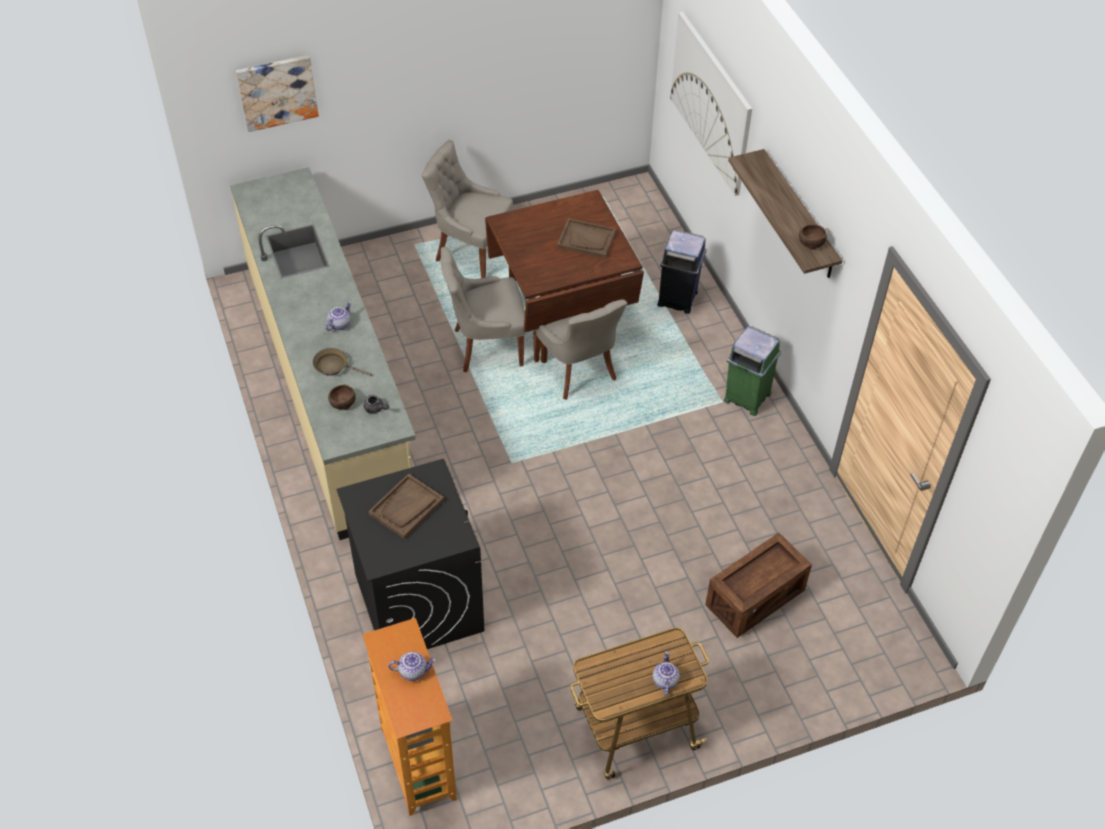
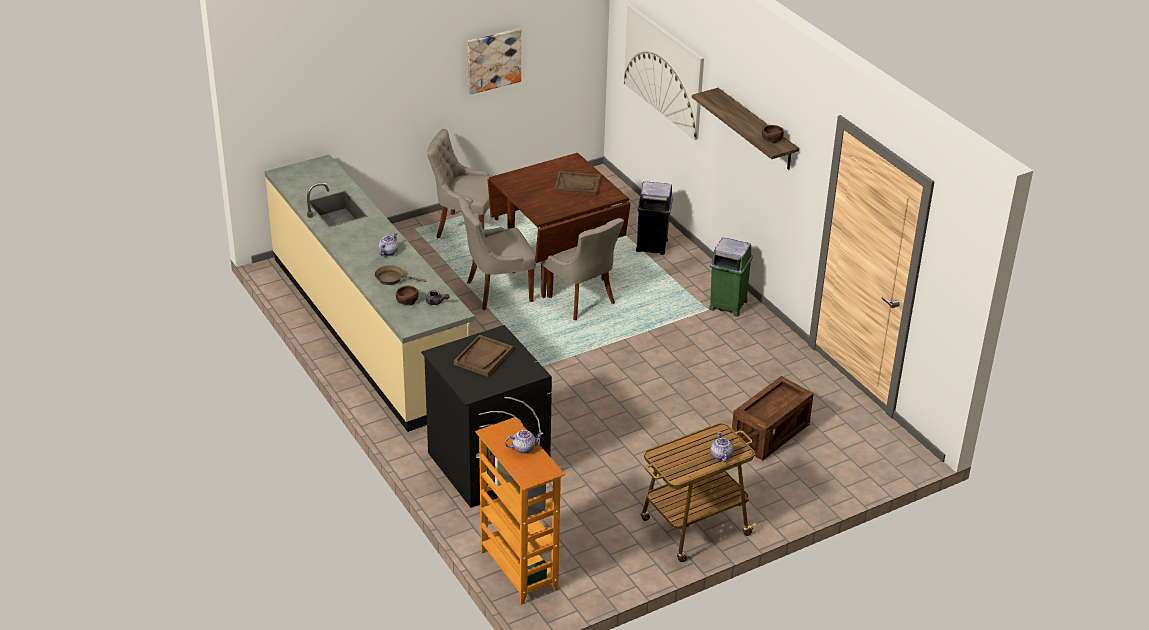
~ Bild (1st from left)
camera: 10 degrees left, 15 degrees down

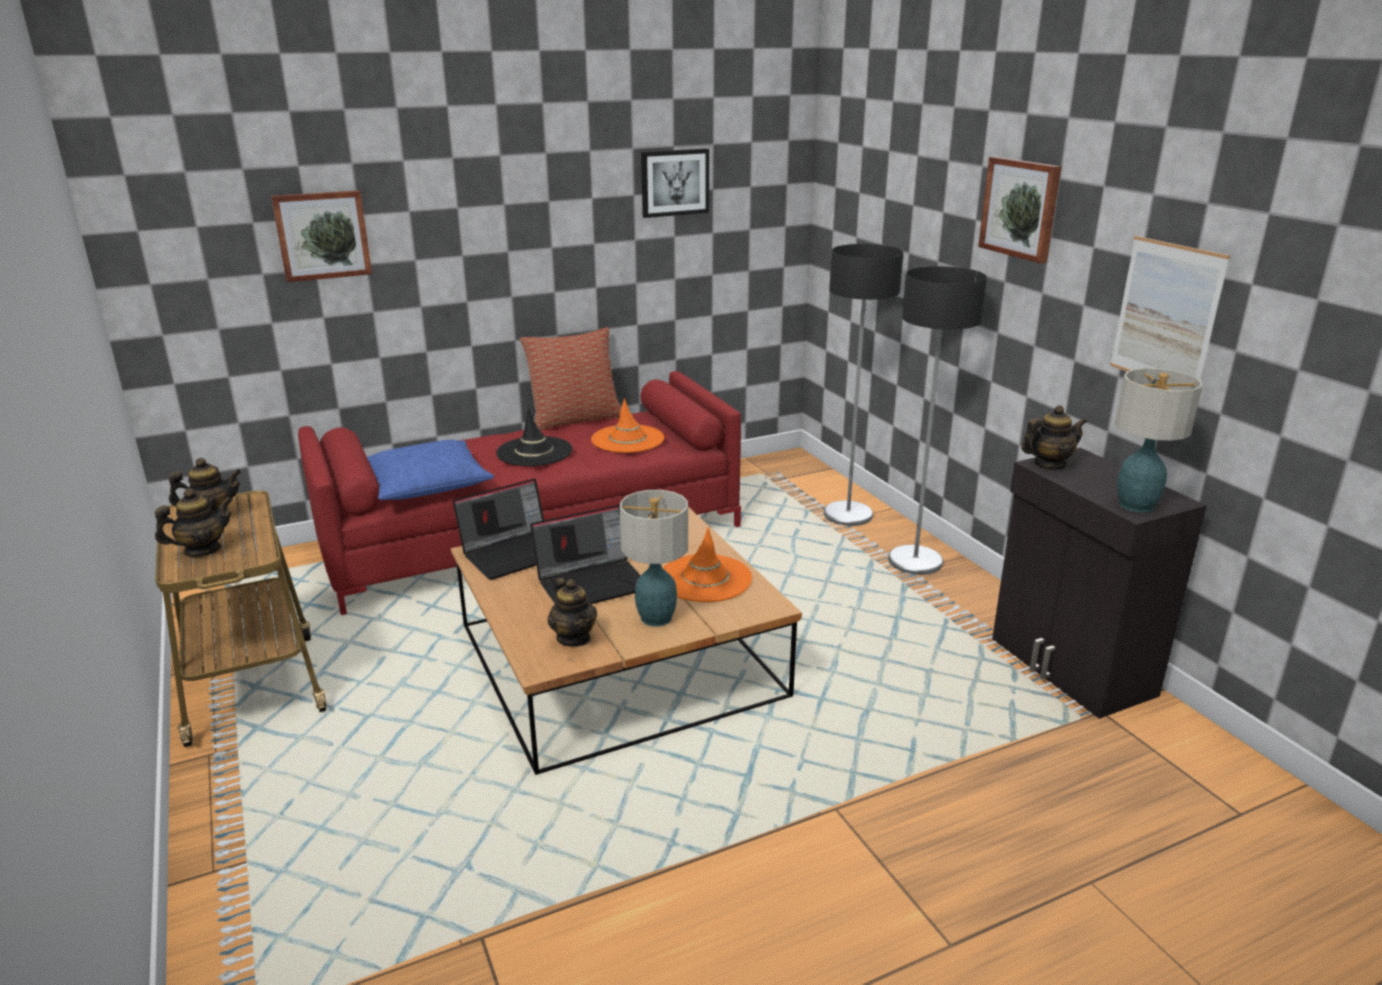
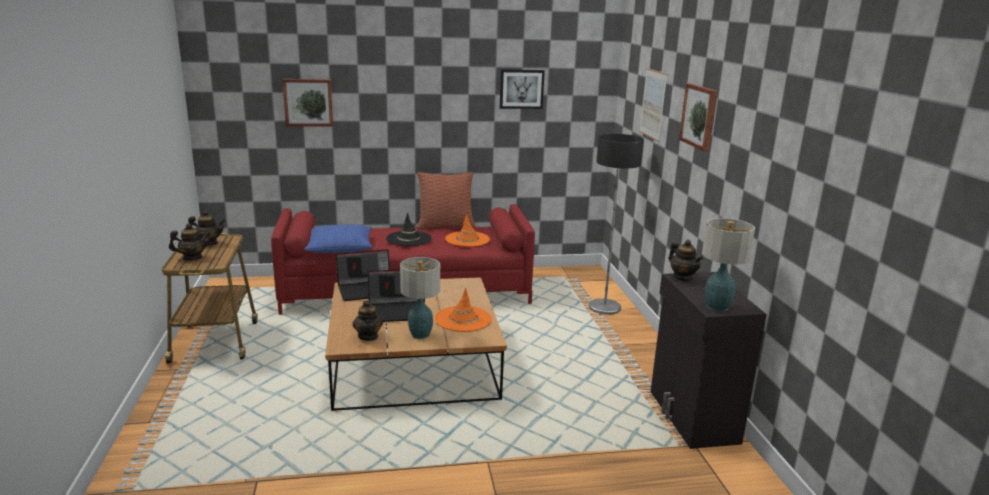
~ Bild (4th from left in the first image) to Bild (3rd from left)
~ Teekanne (4th from left) 60 degrees clockwise
- Stehlampe (2nd from left)
camera: 15 degrees right, 5 degrees down

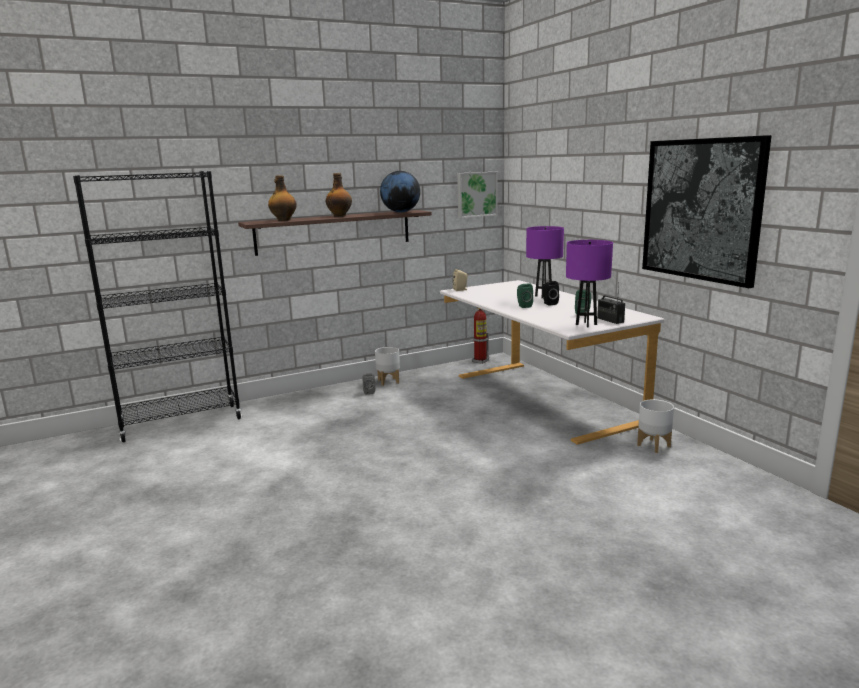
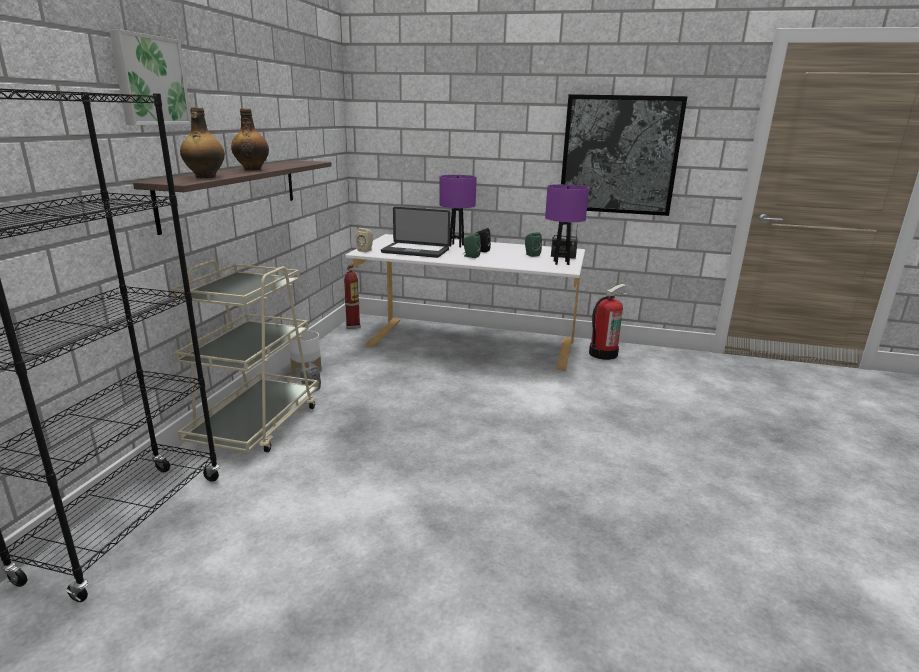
~ Bild (1st from left)
+ Rollwagen/beige
+ Laptop
~ Pflanzkübel/weiß (2nd from left) to Feuerlöscher (2nd from left)
- Globus
camera: 50 degrees left, 5 degrees up

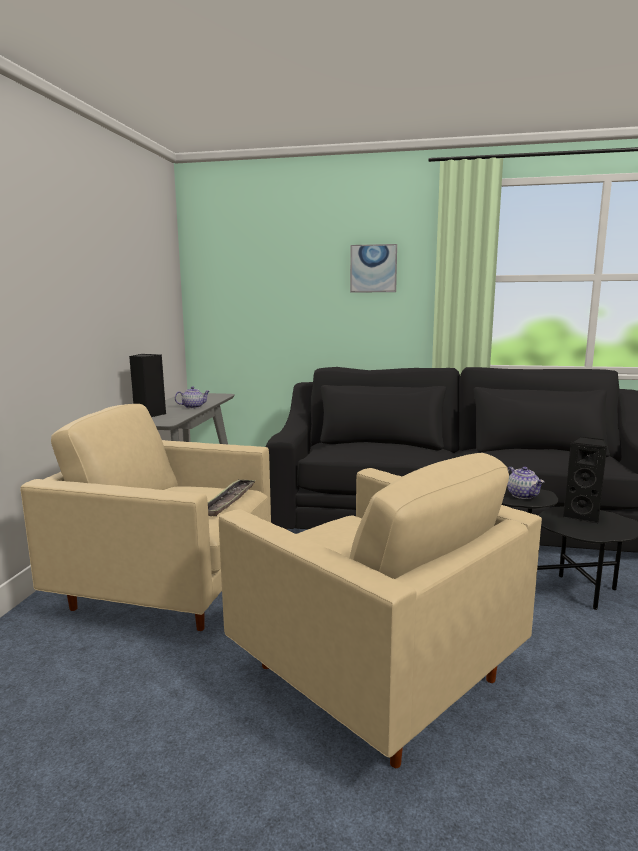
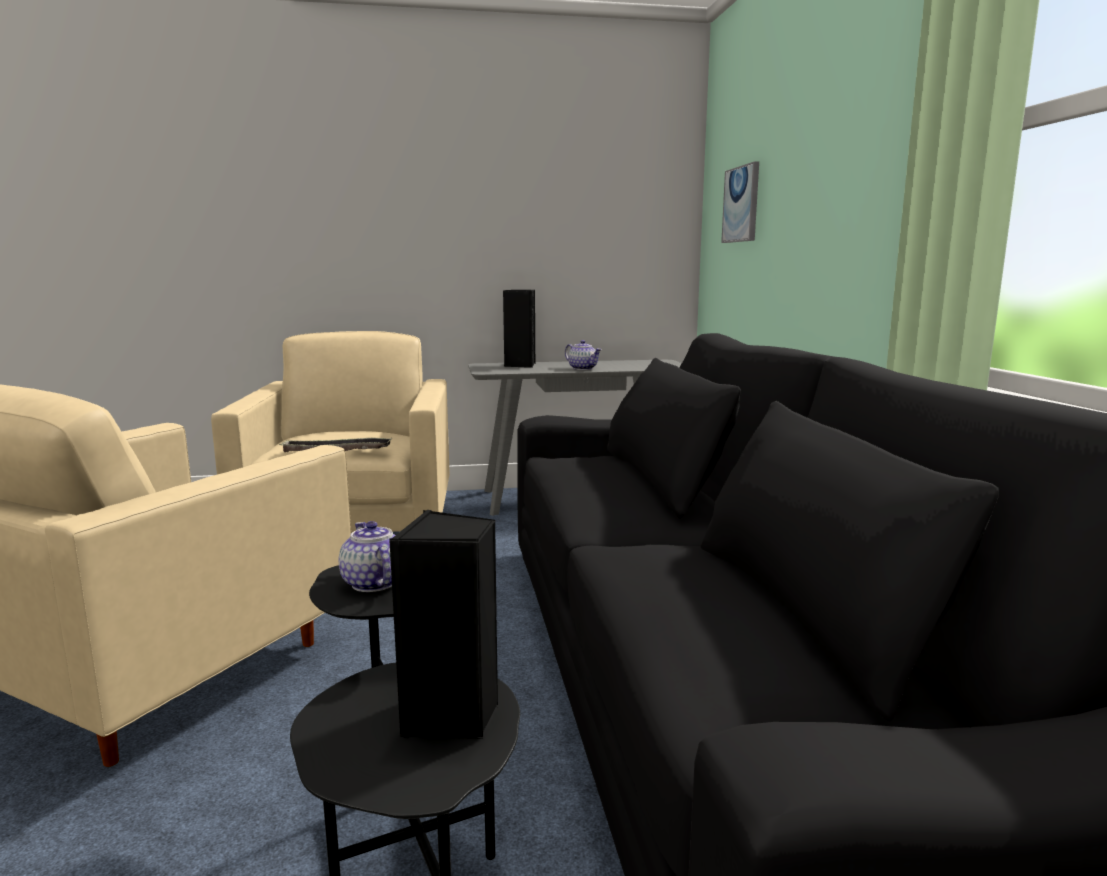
~ Teekanne (2nd from left in the first image) 105 degrees clockwise
~ Bild
camera: 70 degrees right, 0 degrees up

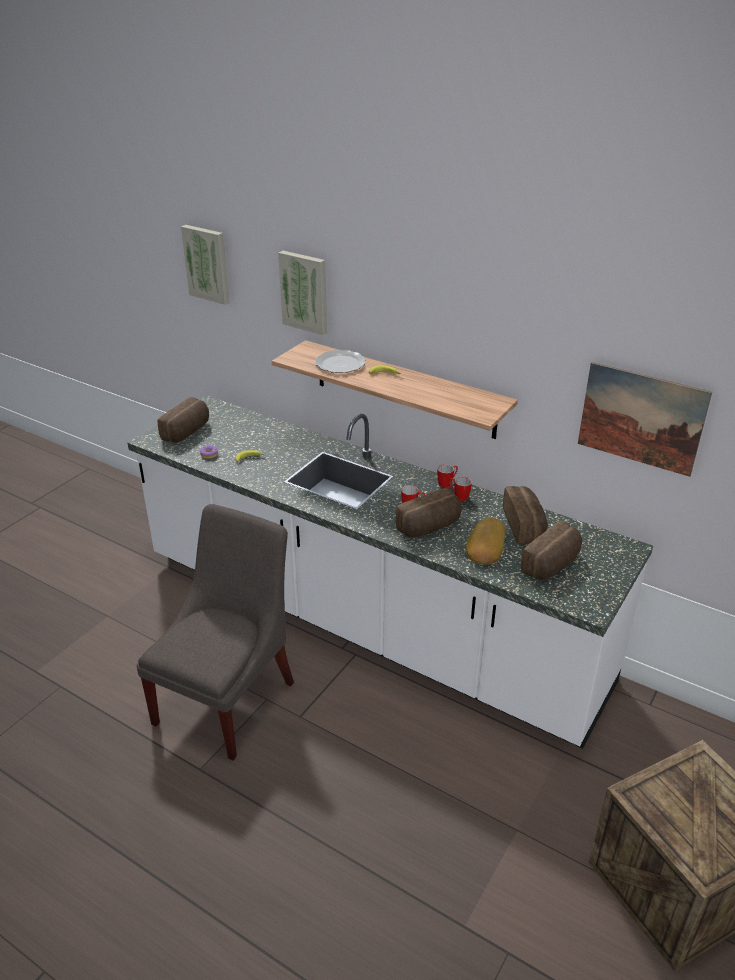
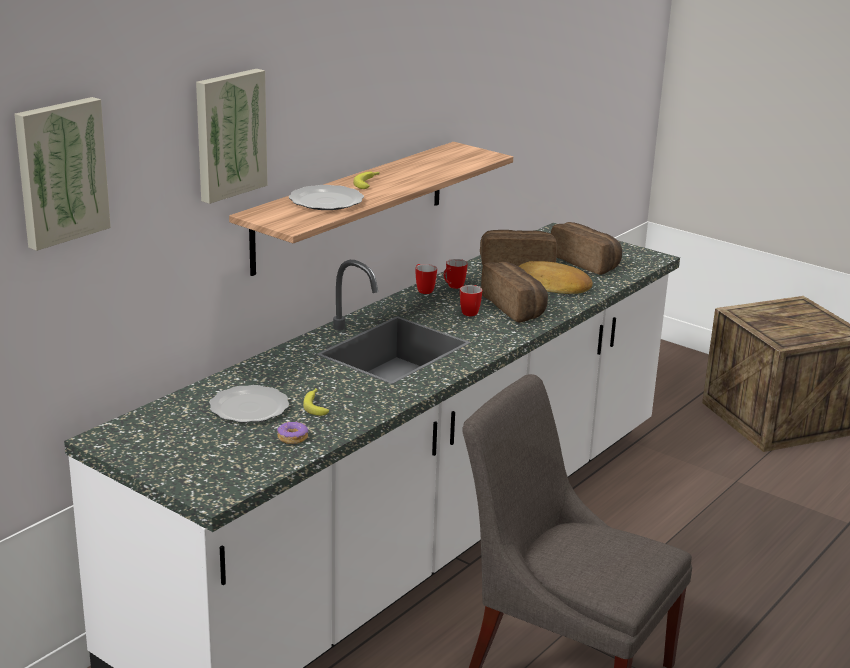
+ Teller (1st from left)
- Brot (1st from left)
- Bild (3rd from left)
camera: 85 degrees left, 10 degrees down

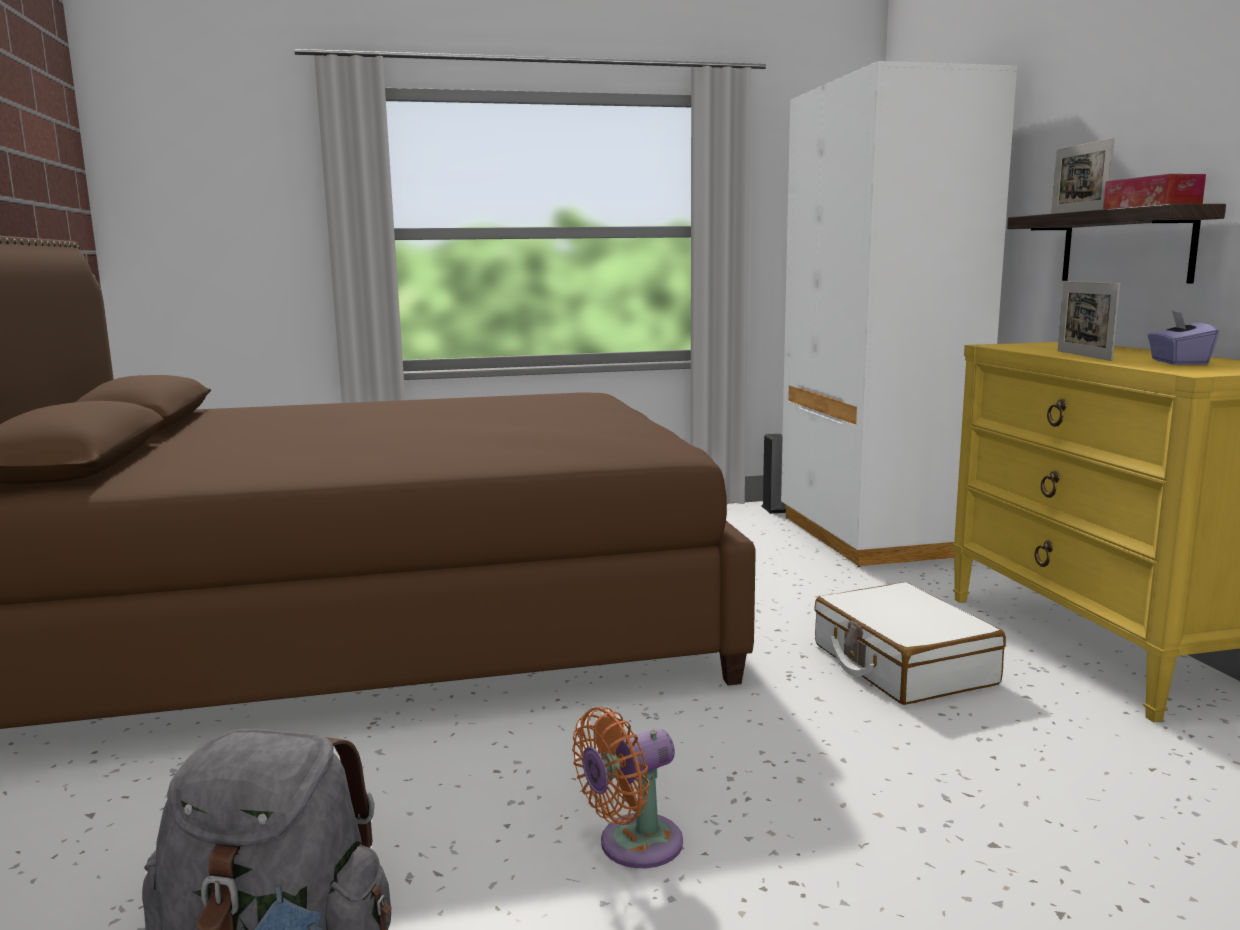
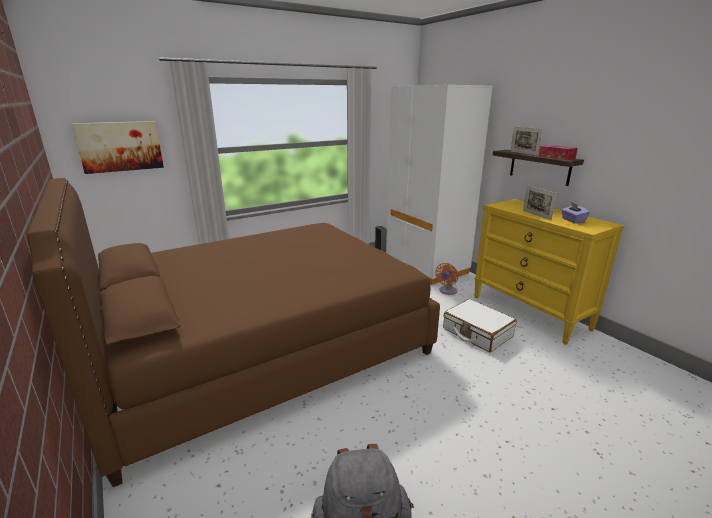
+ Bild
~ Ventilator/orange
camera: 20 degrees left, 10 degrees up

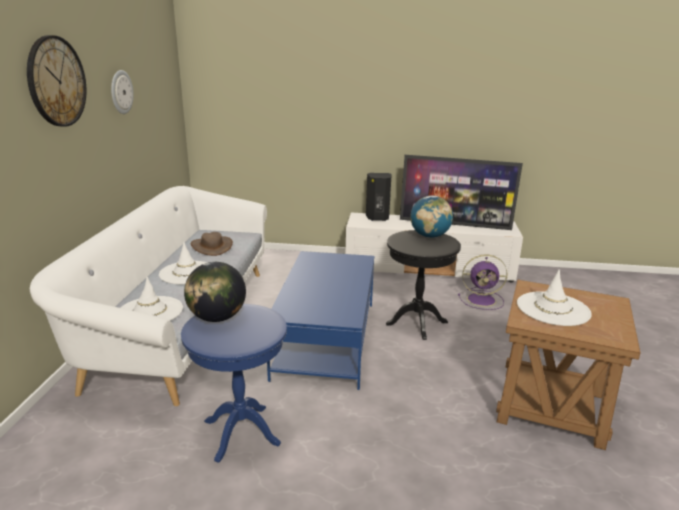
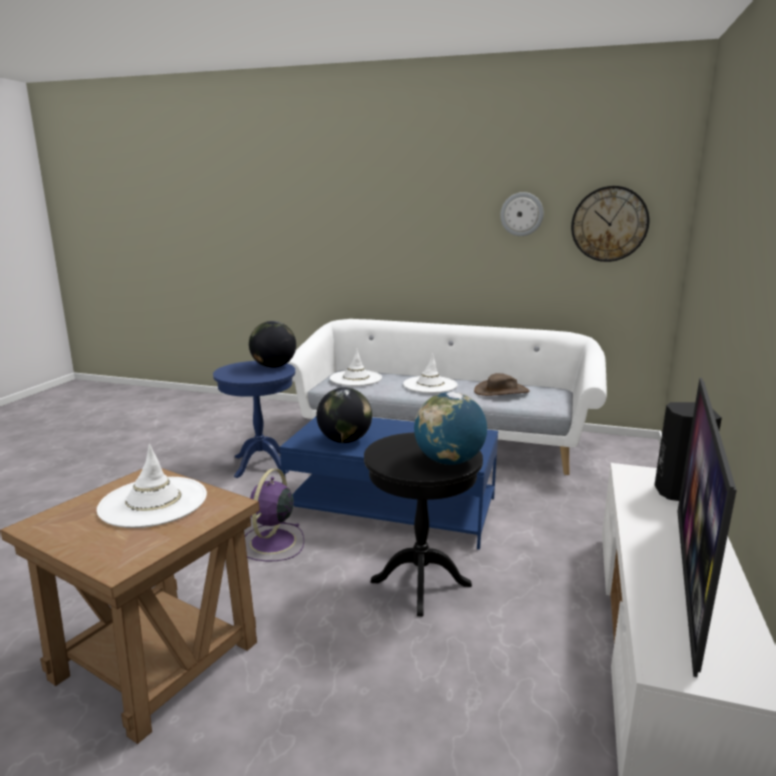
~ Ventilator/lila
+ Globus (2nd from left)
~ Wanduhr (1st from left in the first image) to Wanduhr (2nd from left)
camera: 100 degrees right, 5 degrees down

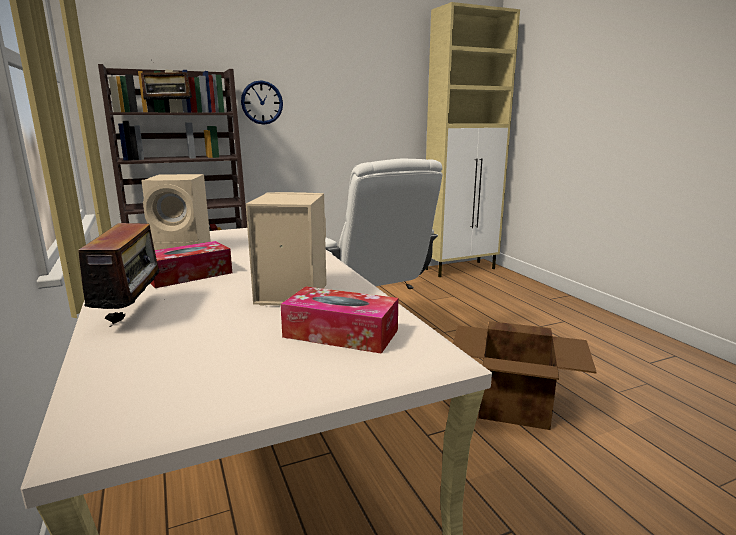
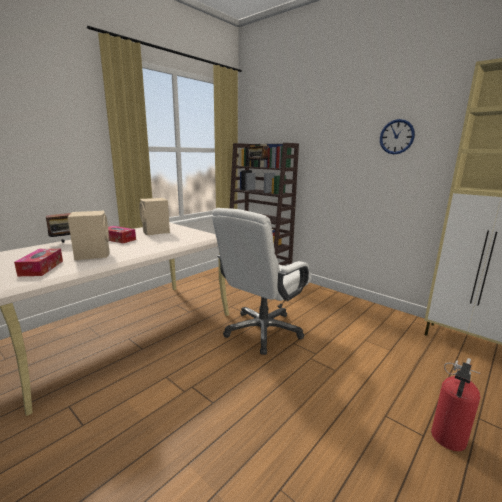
~ Wanduhr
+ Feuerlöscher
- Karton
camera: 65 degrees right, 0 degrees up

